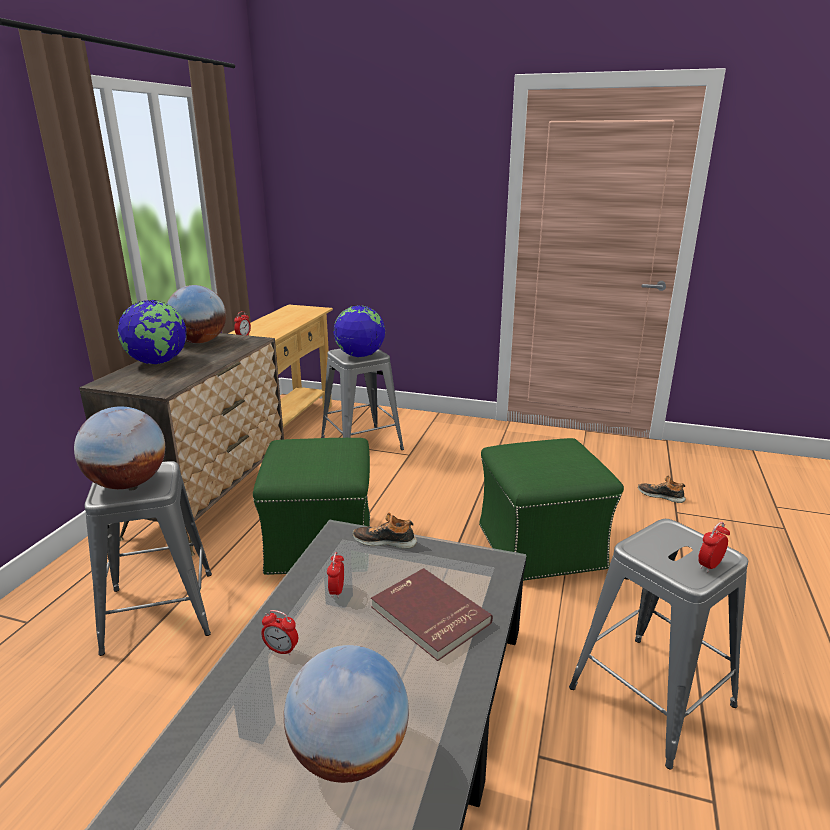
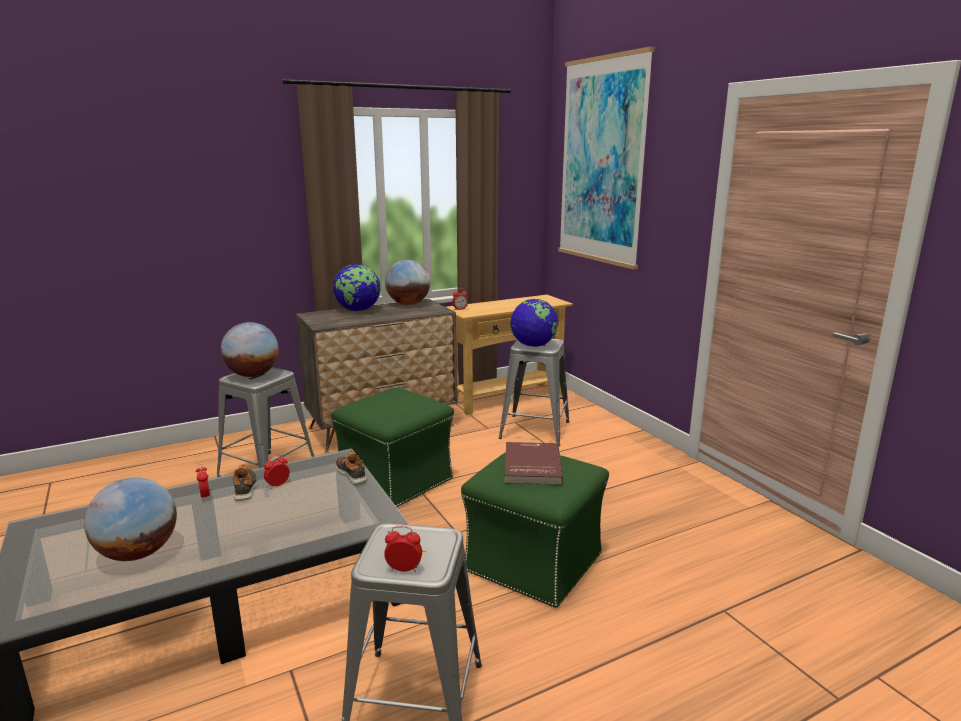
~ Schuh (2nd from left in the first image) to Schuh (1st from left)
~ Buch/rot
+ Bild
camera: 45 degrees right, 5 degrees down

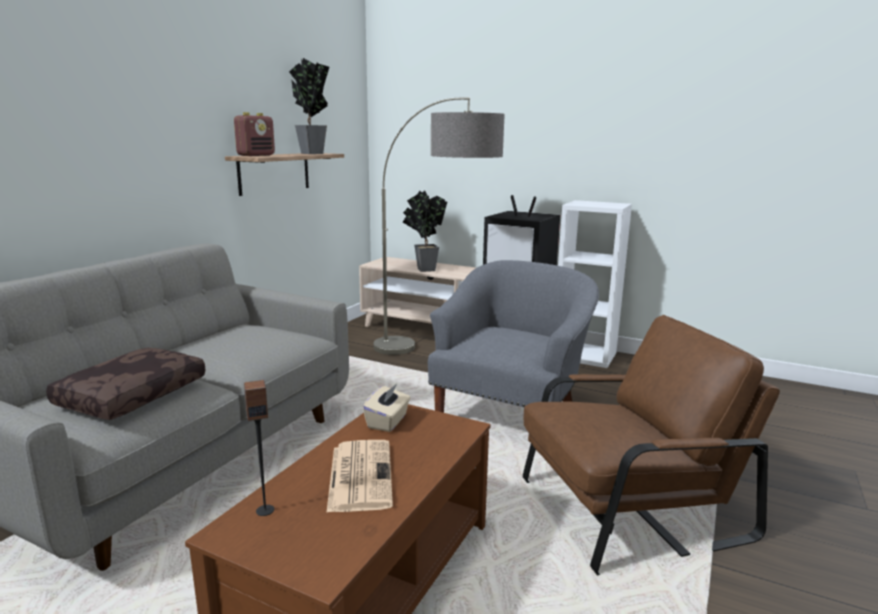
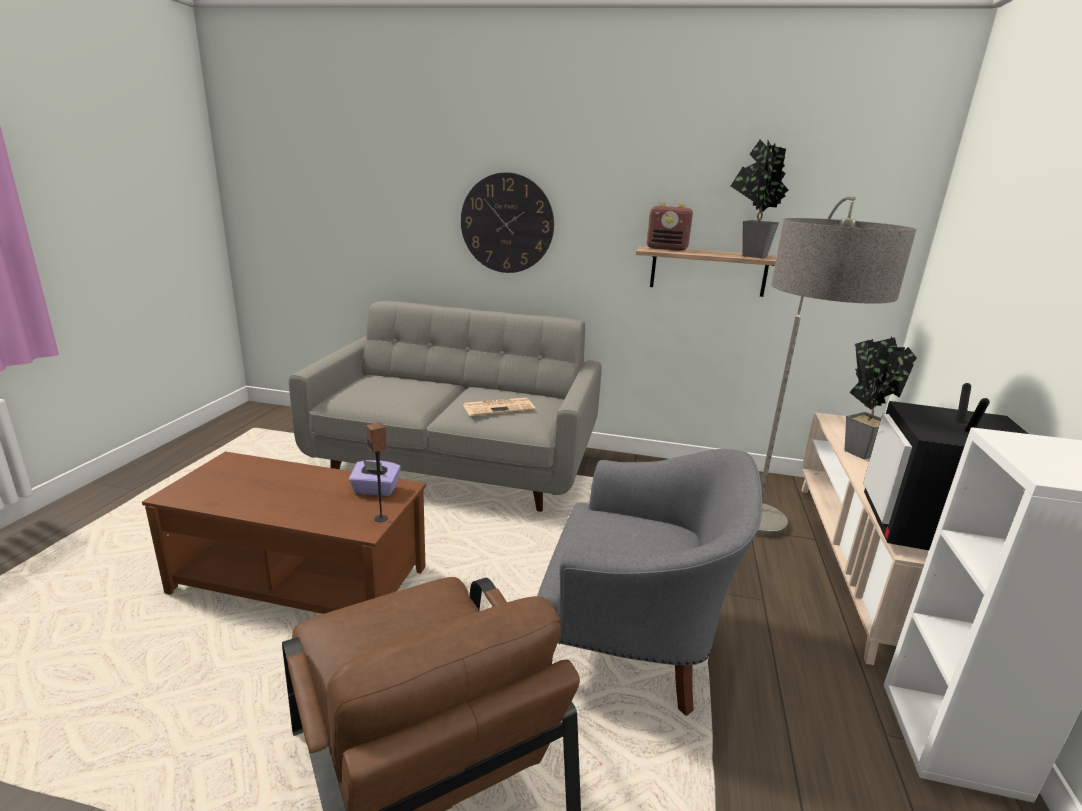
~ Taschentuchbox/beige to Taschentuchbox/lila
~ Lautsprecher
+ Wanduhr
~ Zeitung
- Kissen/braun
camera: 75 degrees right, 5 degrees up

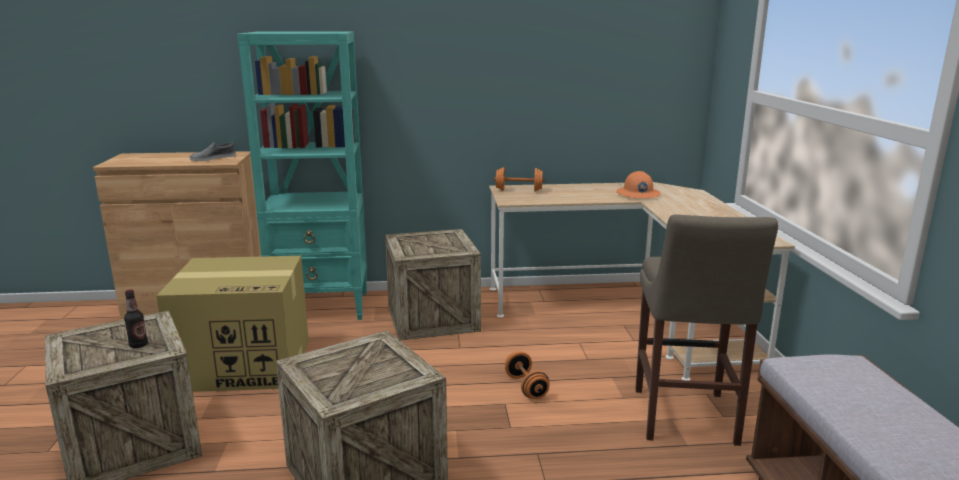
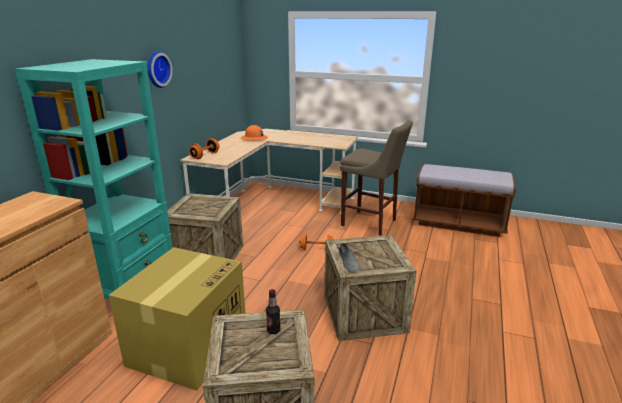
+ Wanduhr
~ Schuh/grau
camera: 65 degrees left, 5 degrees up

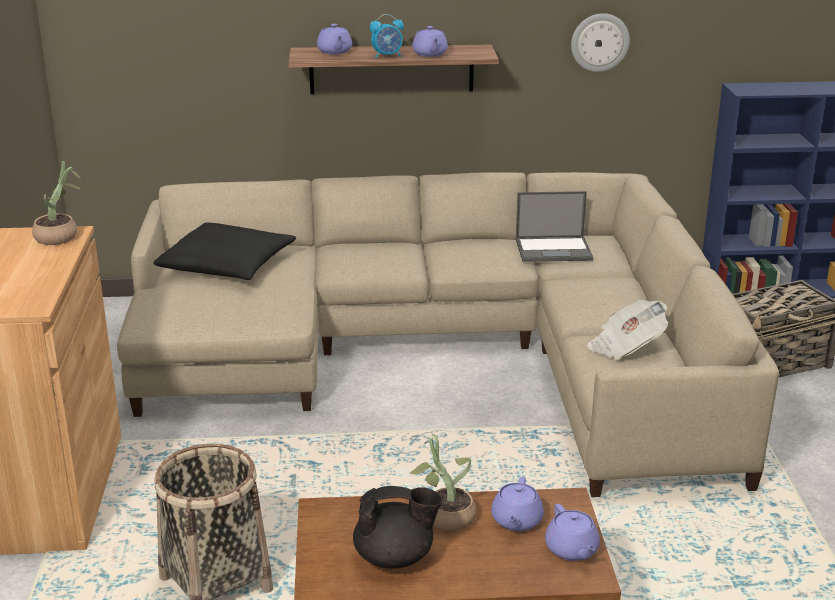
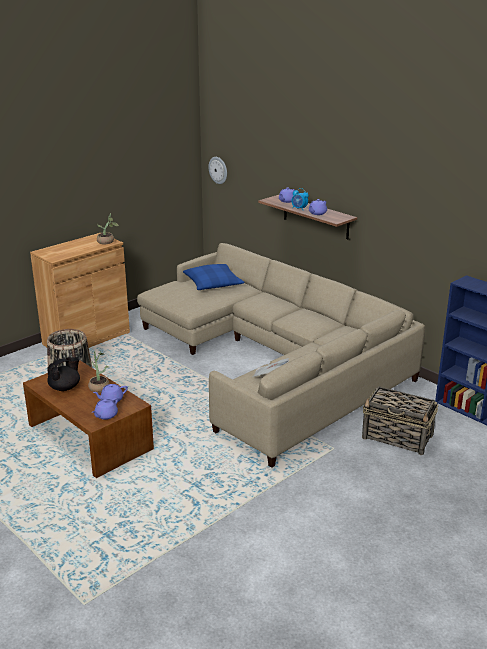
~ Teekanne/schwarz 90 degrees counterclockwise
~ Kissen/schwarz to Kissen/blau
~ Wanduhr
- Laptop
camera: 50 degrees right, 0 degrees up

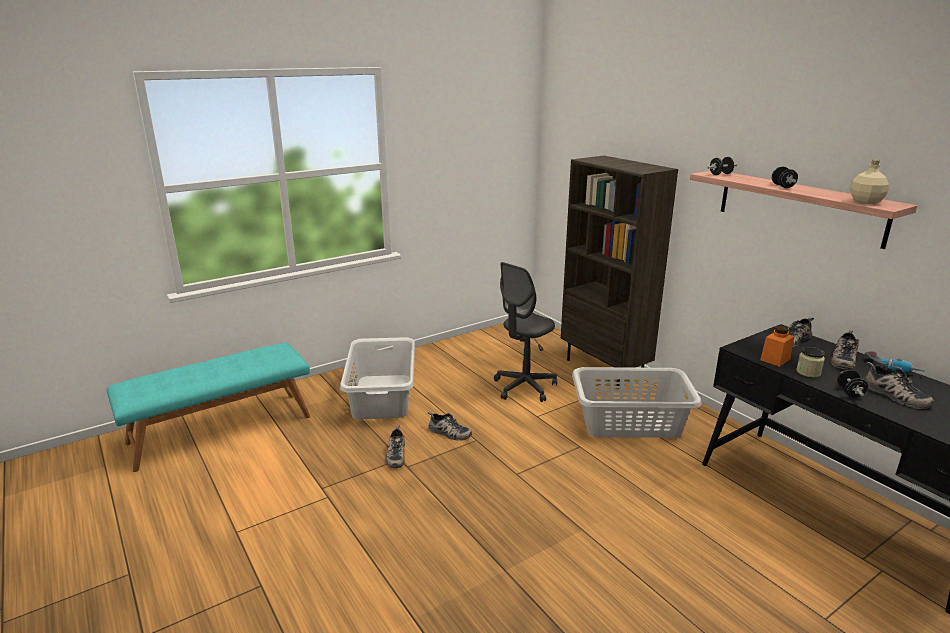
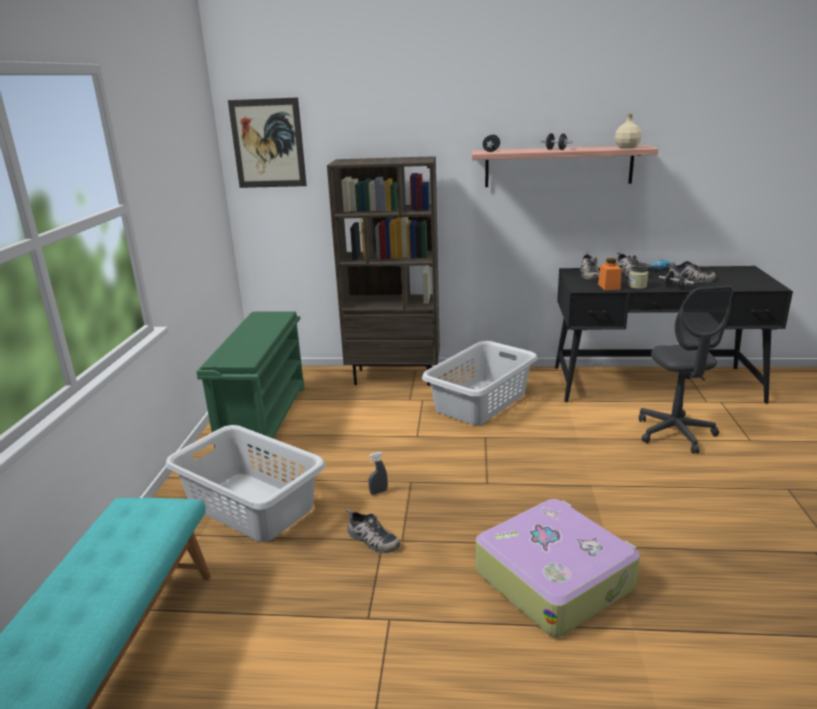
+ Schuhregal/grün
+ Bild
~ Schuh (2nd from left) to Sprühflasche/grau
+ Koffer
~ Bürostuhl/grau
camera: 50 degrees left, 0 degrees up

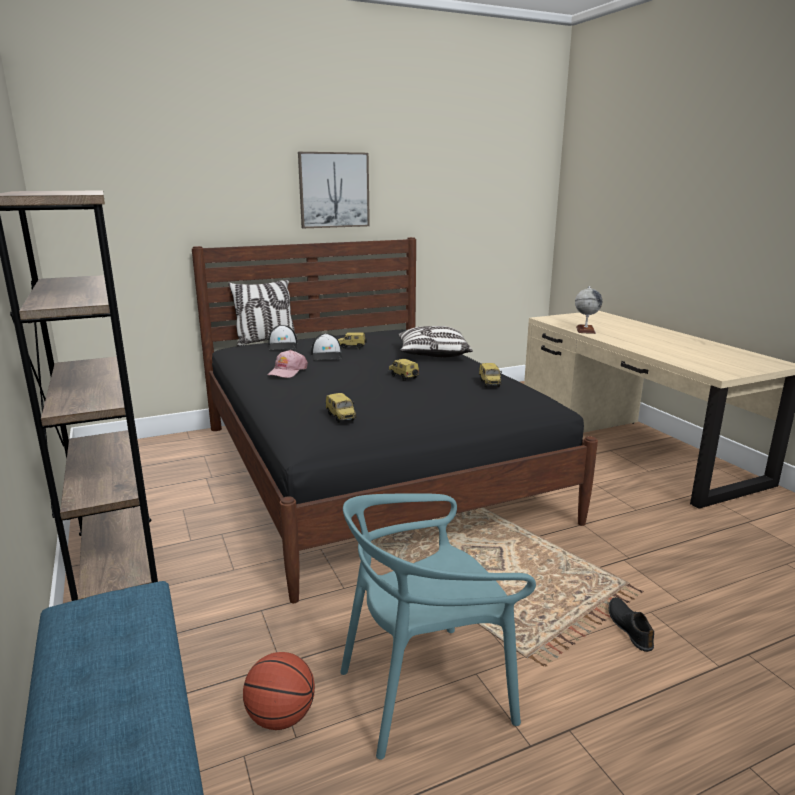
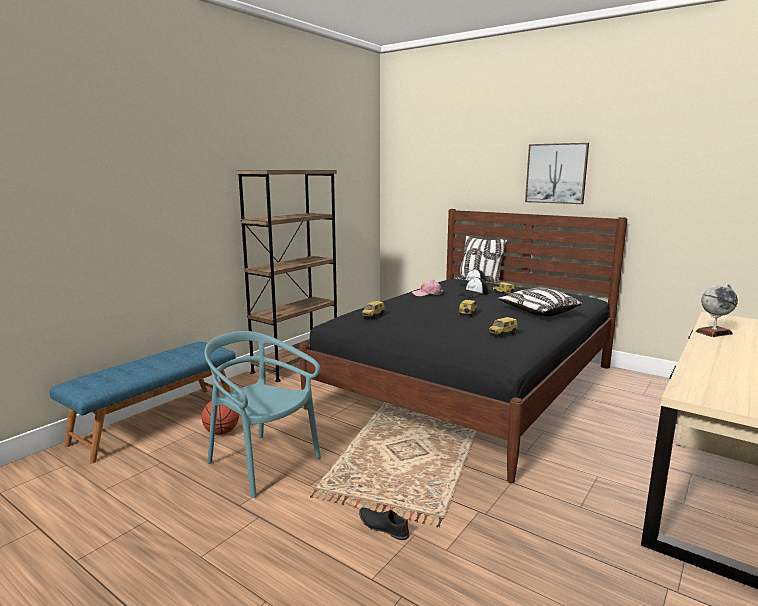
~ Schuh/schwarz 105 degrees counterclockwise
camera: 60 degrees right, 5 degrees down

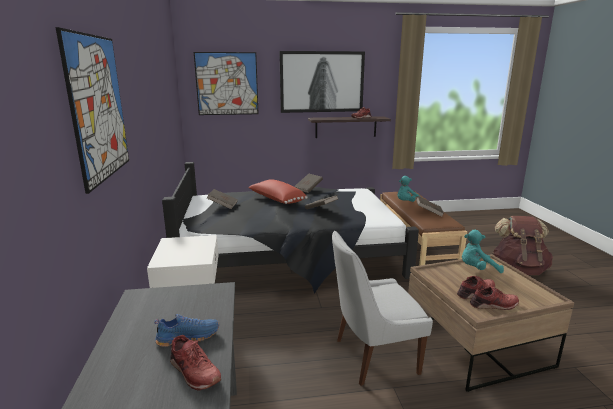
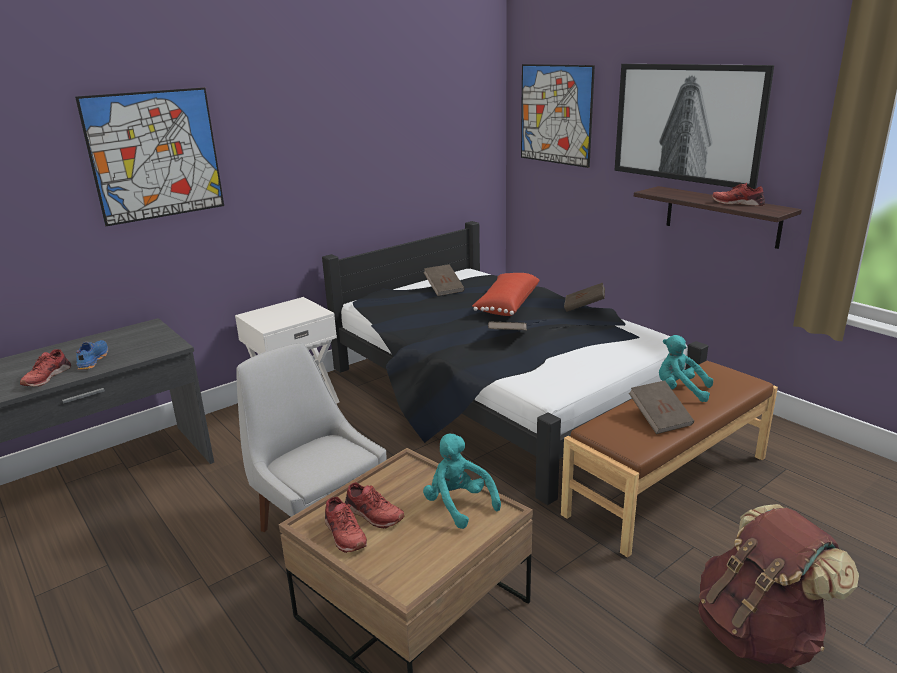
~ Schuh/blau 135 degrees counterclockwise
camera: 60 degrees right, 5 degrees up

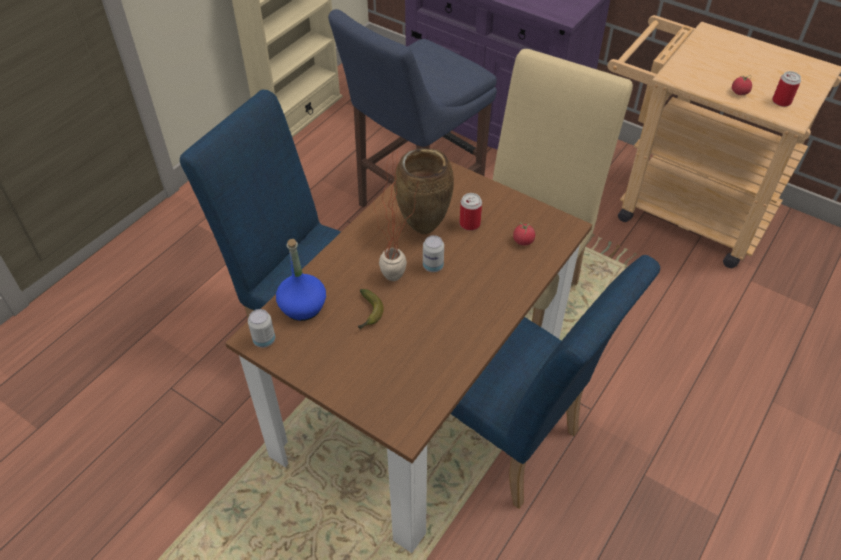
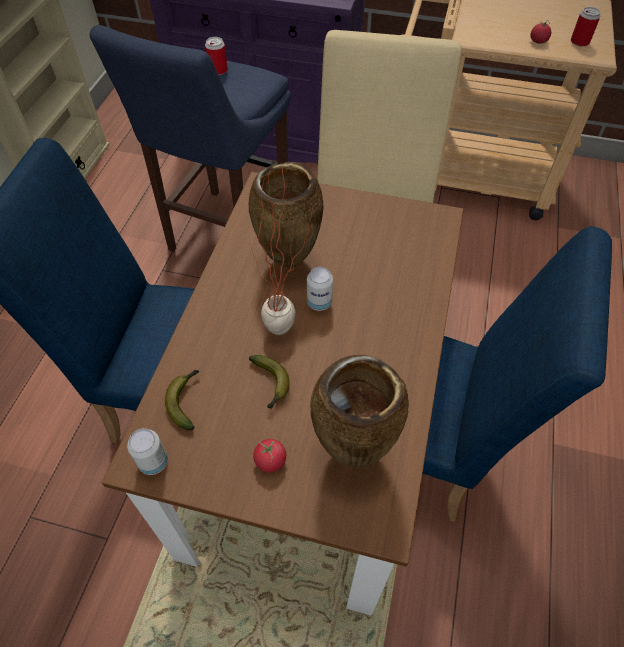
~ Flasche/blau to Banane (1st from left)
~ Dose (3rd from left in the first image) to Dose (2nd from left)
~ Tomate (1st from left)
+ Vase/braun (2nd from left)
camera: 20 degrees left, 5 degrees up

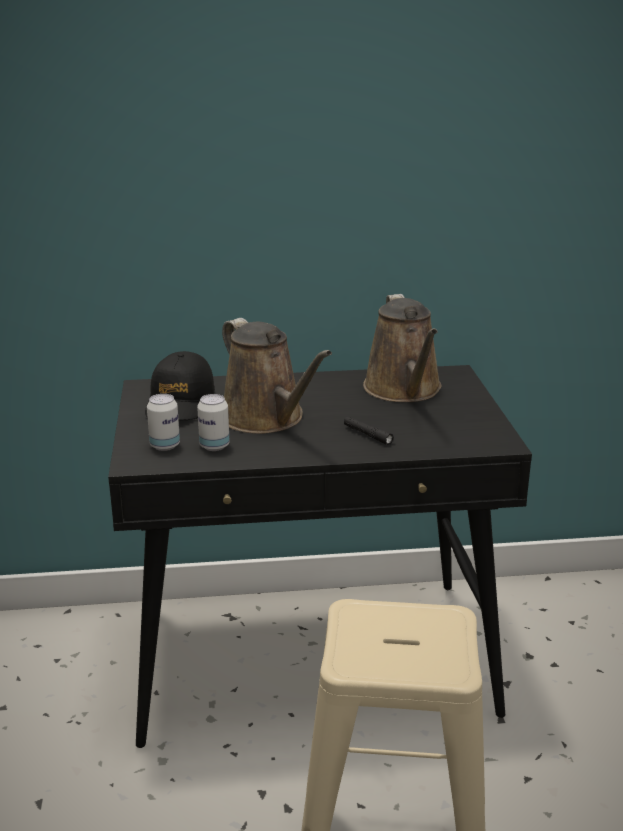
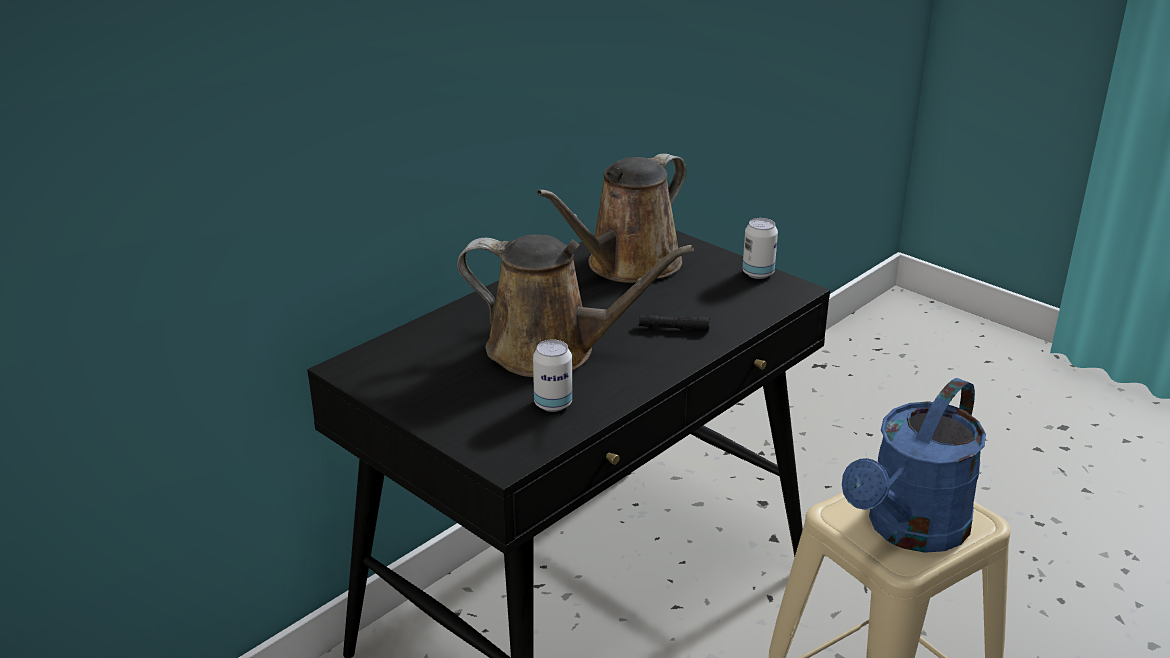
~ Gießkanne/braun (2nd from left) 90 degrees clockwise
~ Dose (1st from left in the first image) to Dose (2nd from left)
+ Gießkanne/blau
- Kappe/schwarz
camera: 40 degrees left, 5 degrees up

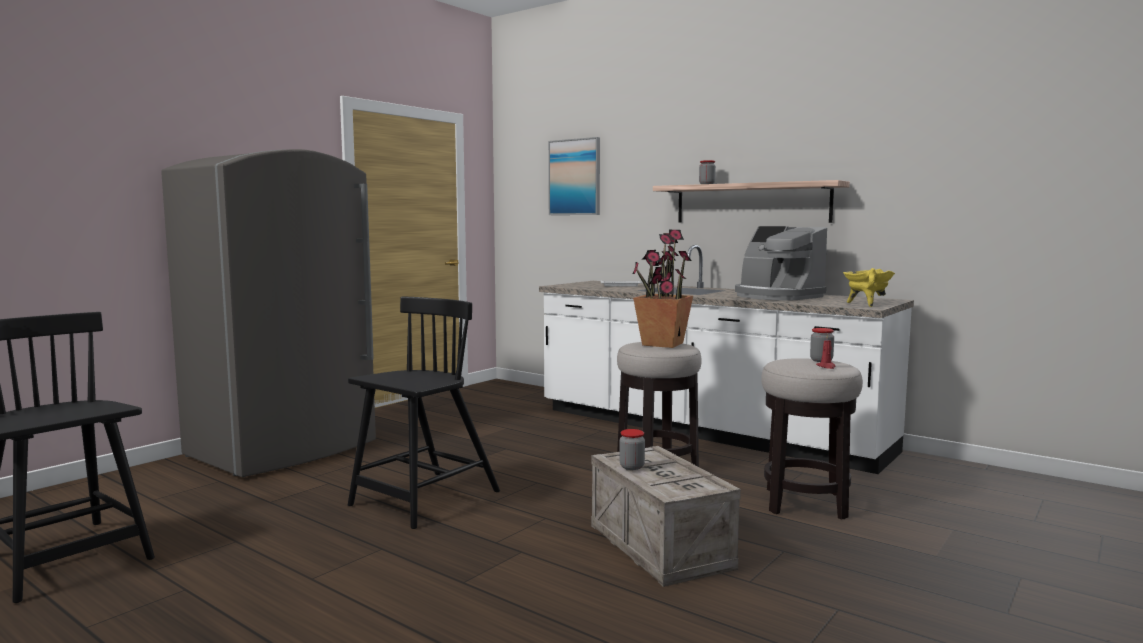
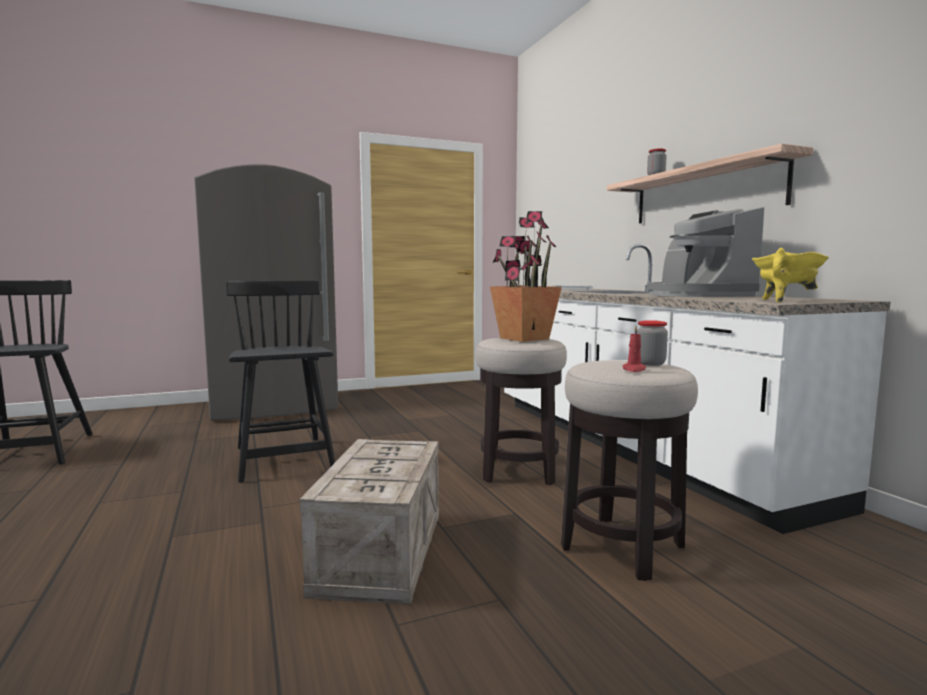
~ Stuhl/schwarz (2nd from left) 90 degrees counterclockwise
- Bild
- Vorratsglas (1st from left)
camera: 30 degrees right, 0 degrees up

